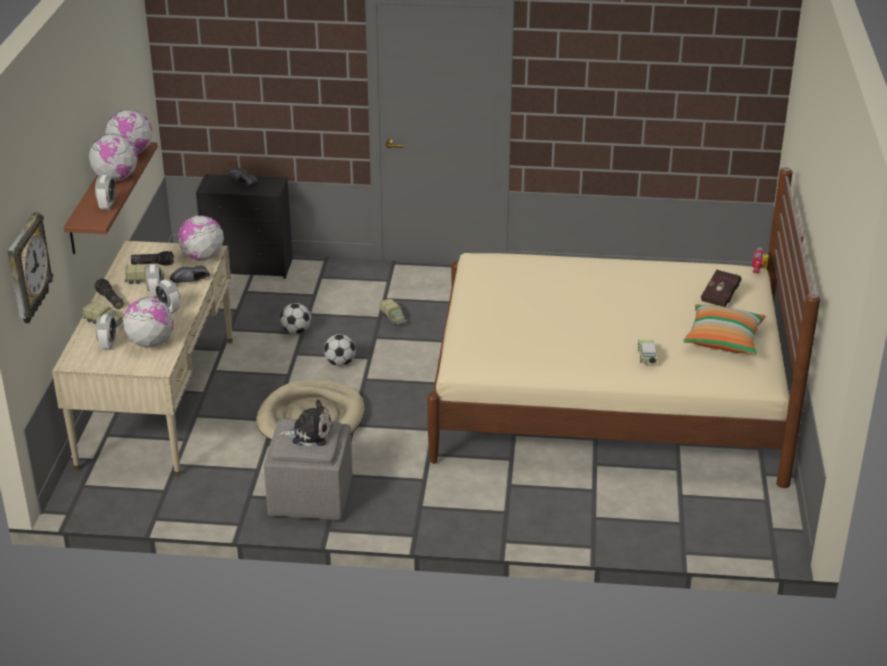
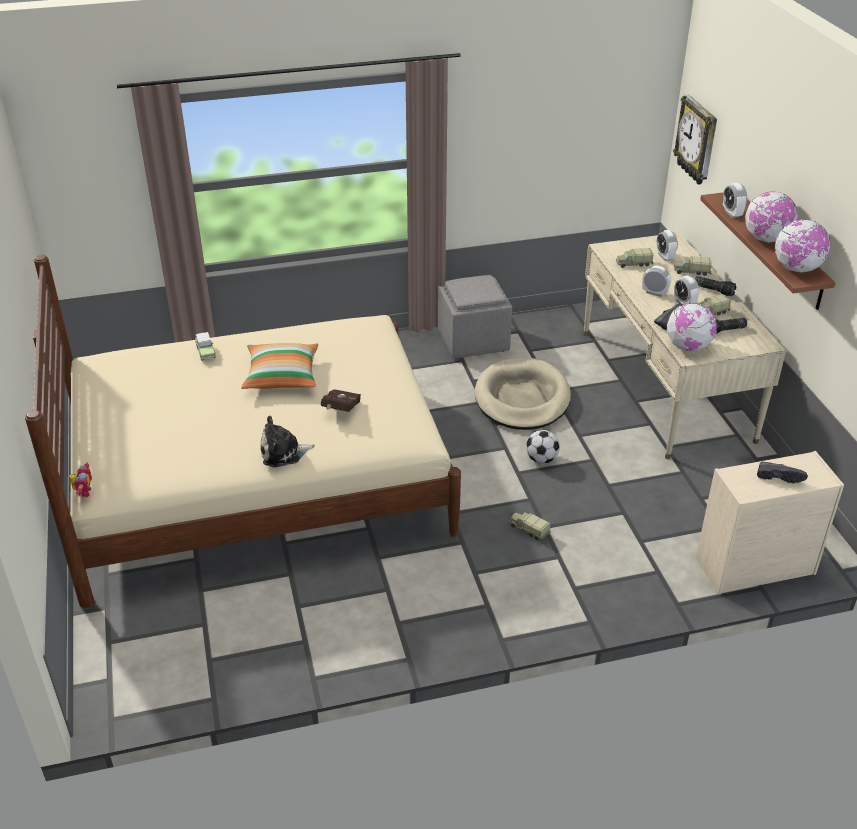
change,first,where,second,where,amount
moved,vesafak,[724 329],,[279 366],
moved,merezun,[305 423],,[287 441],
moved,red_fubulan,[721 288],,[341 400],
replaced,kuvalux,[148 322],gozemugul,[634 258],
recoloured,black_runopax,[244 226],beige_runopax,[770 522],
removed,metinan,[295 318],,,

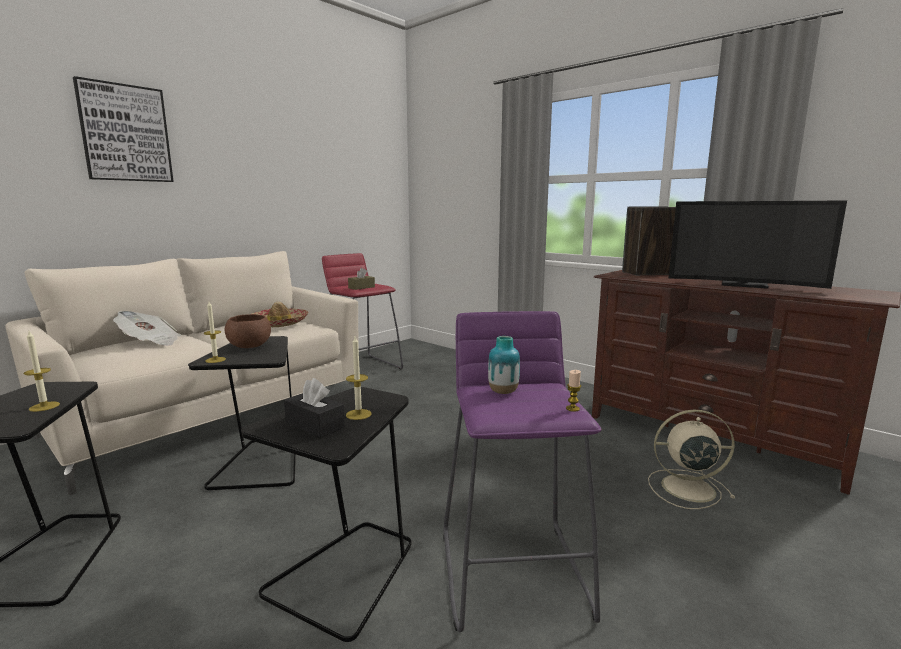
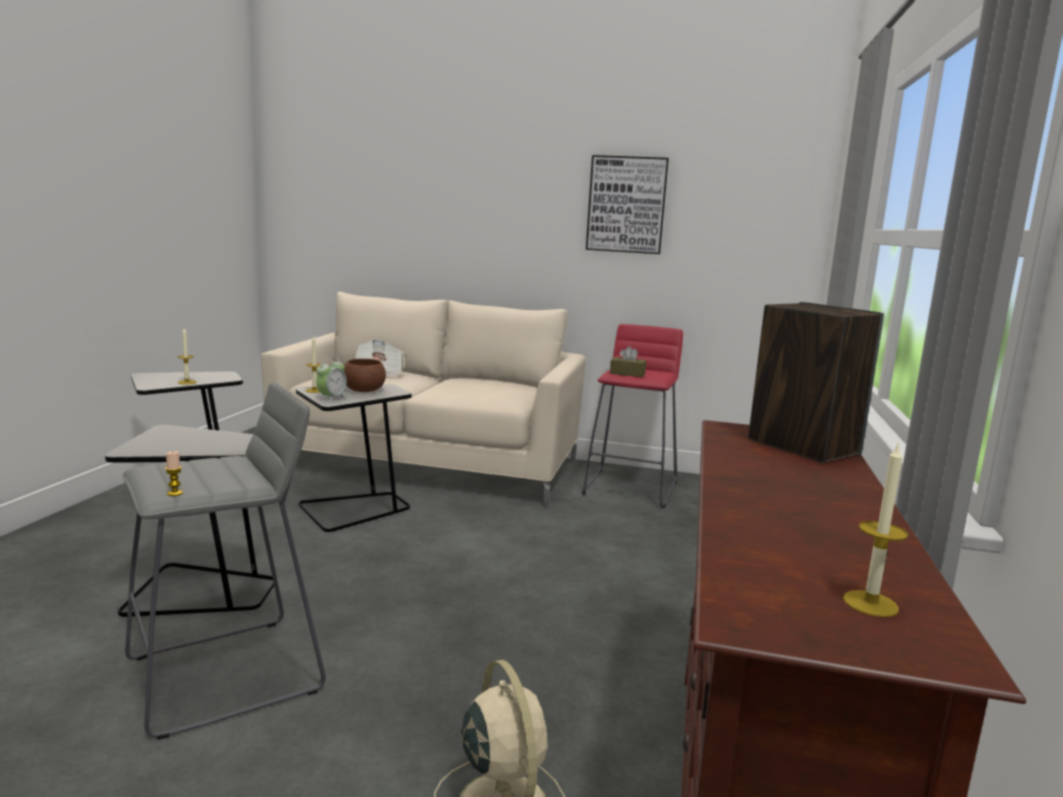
change,first,where,second,where,amount
recoloured,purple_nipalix,[522 471],grey_nipalix,[224 561],
added,,,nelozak,[331 380],
moved,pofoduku,[123 129],,[627 204],
moved,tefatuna,[358 378],,[875 530],
removed,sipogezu,[280 314],,,
removed,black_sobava,[314 408],,,
removed,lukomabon,[504 365],,,
removed,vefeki,[757 244],,,

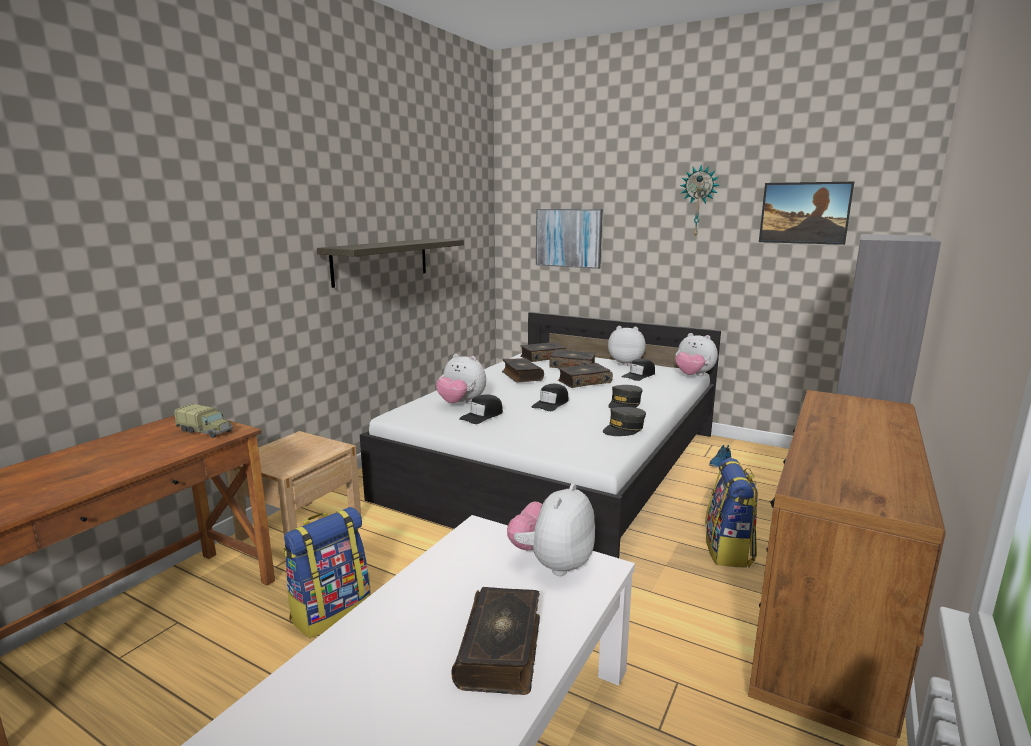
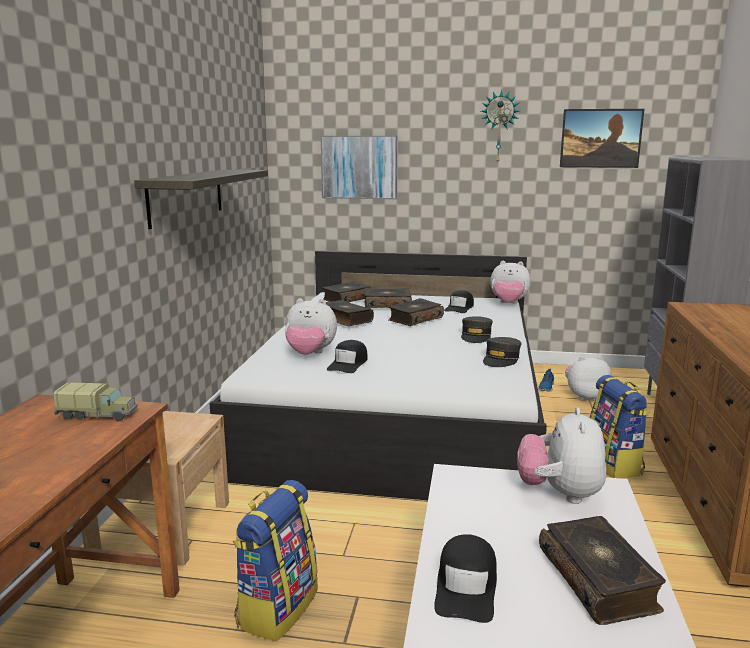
change,first,where,second,where,amount
moved,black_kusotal,[550 397],,[465 578],
moved,merezun,[627 346],,[588 378],

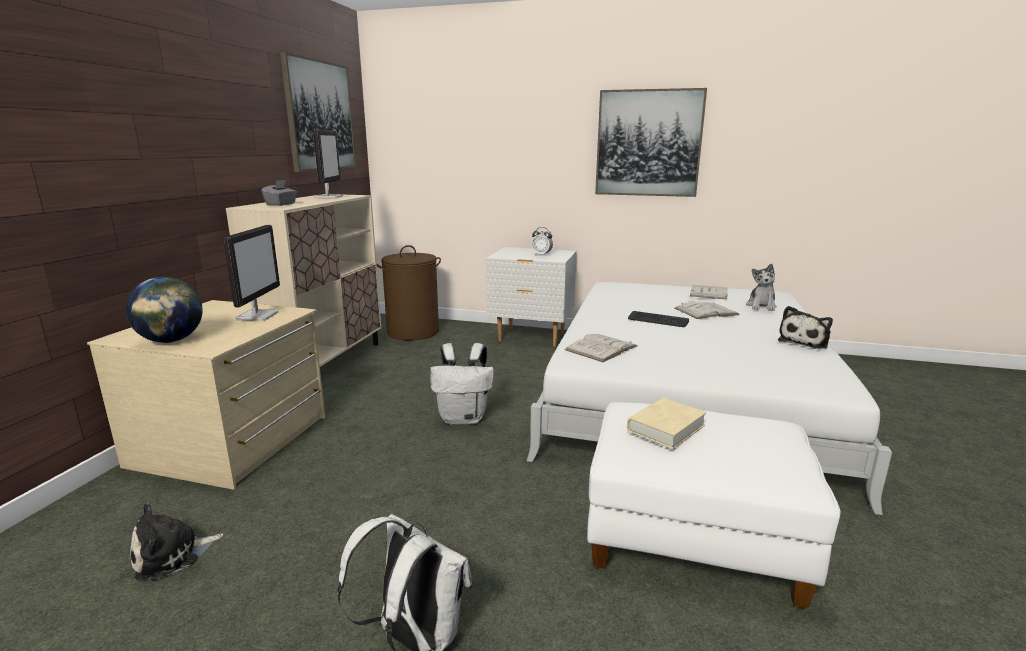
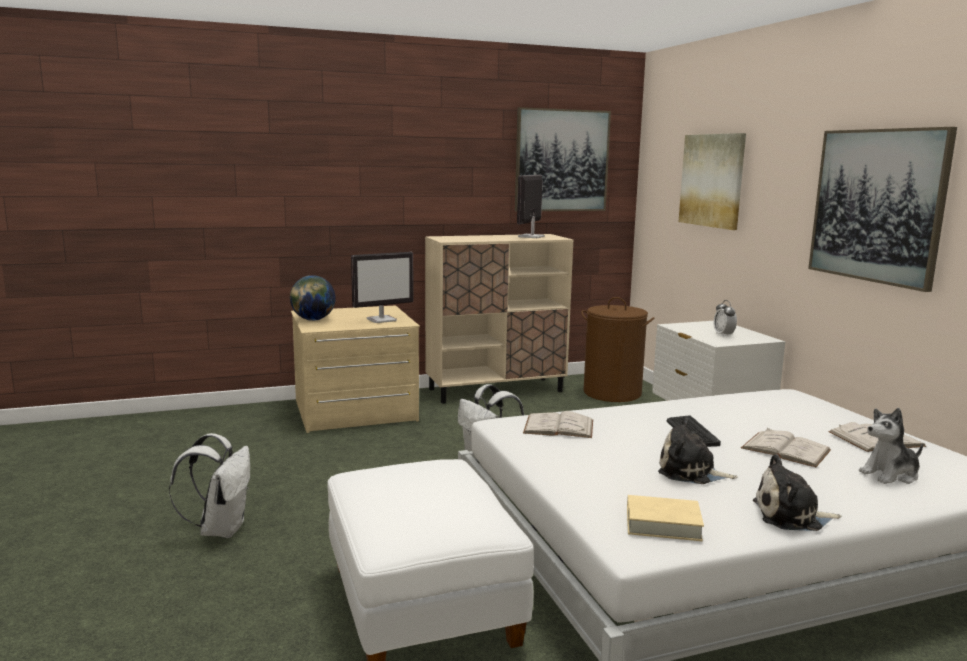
change,first,where,second,where,amount
turned,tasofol,[328 163],,[531 206],150 degrees clockwise
moved,beige_fubulan,[666 423],,[665 518],
moved,merezun,[176 541],,[698 451],
added,,,pofoduku,[712 181],
removed,grey_sobava,[279 193],,,

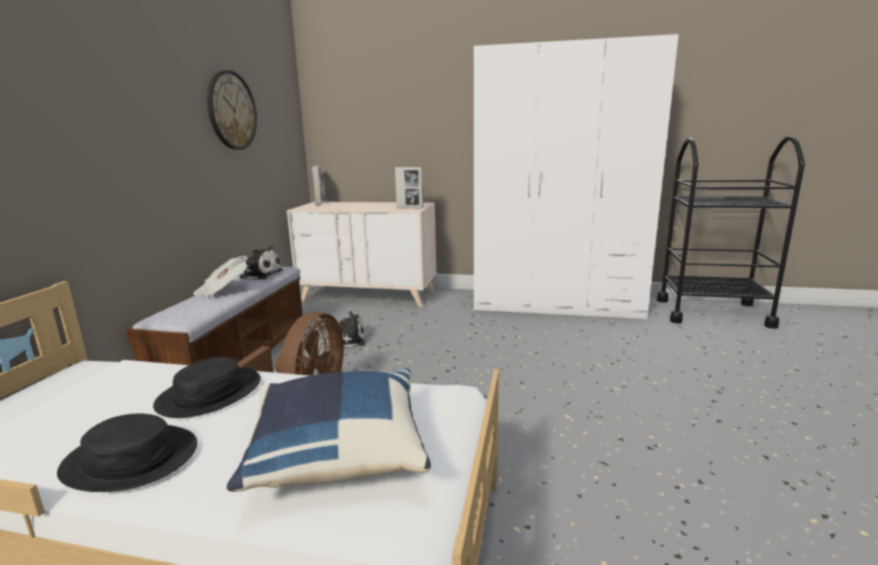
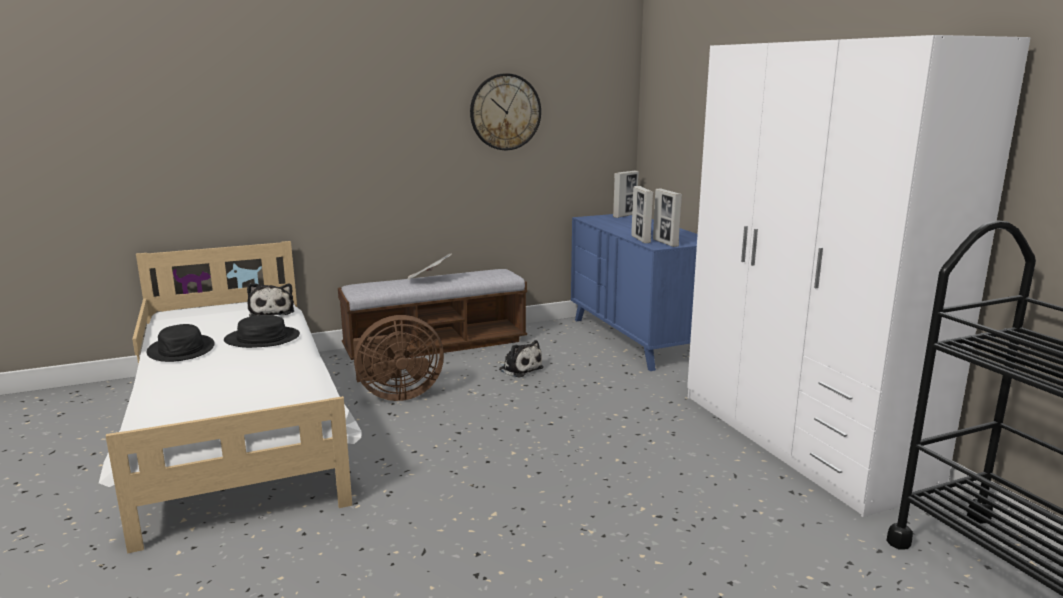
change,first,where,second,where,amount
moved,merezun,[261 263],,[270 300],
recoloured,beige_runopax,[361 254],blue_runopax,[634 292],
added,,,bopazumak,[642 214],
removed,blue_vesafak,[329 430],,,

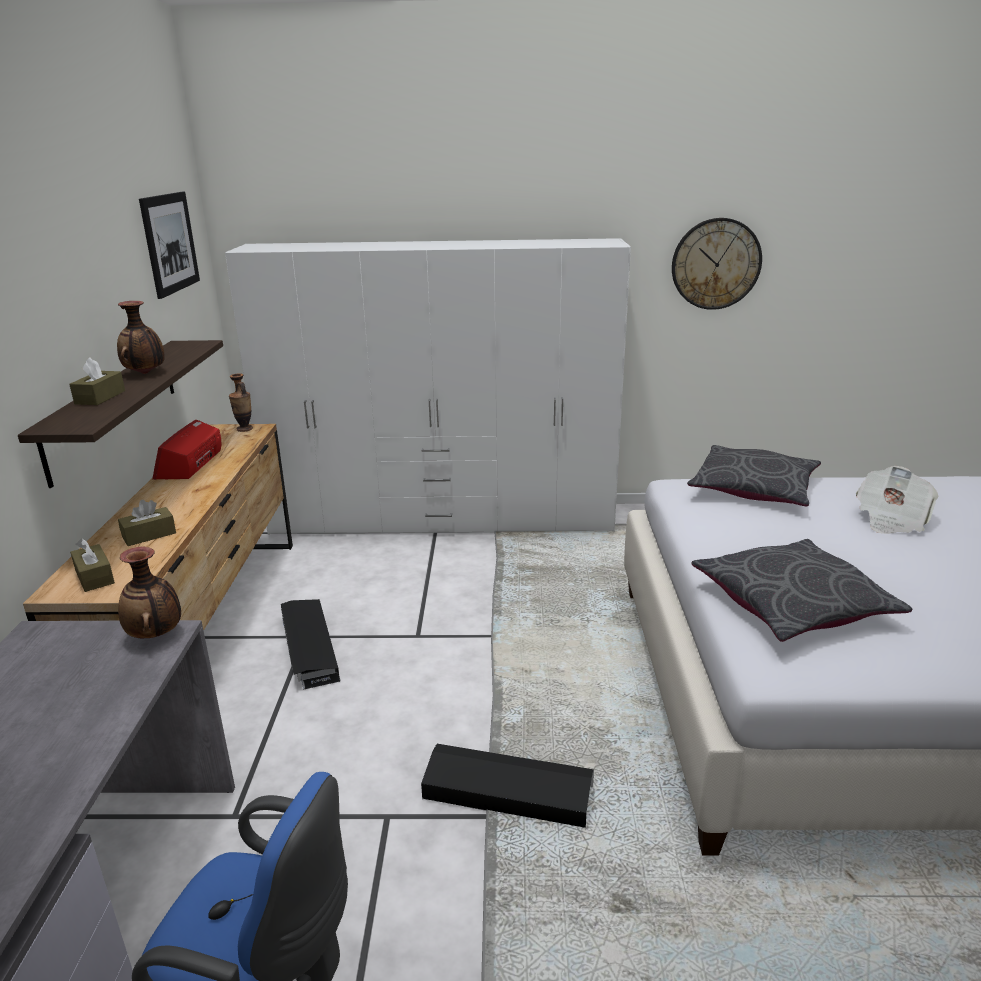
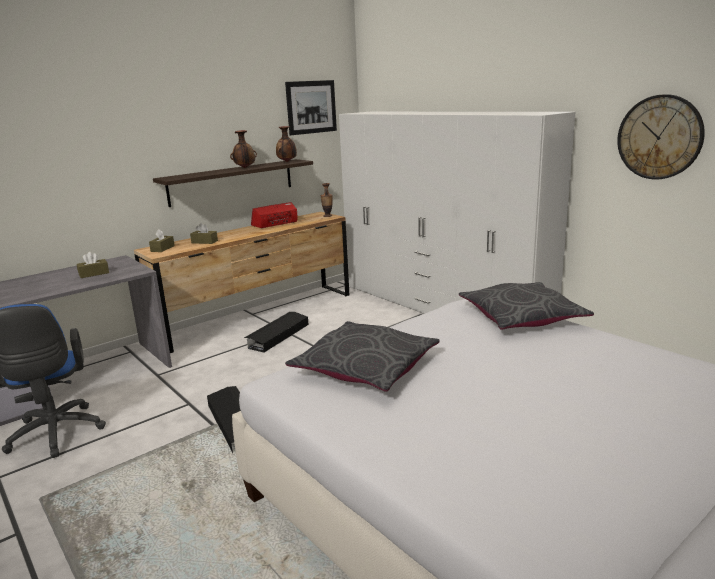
change,first,where,second,where,amount
moved,brown_sobava,[97 381],,[93 265],
moved,lukomabon,[149 592],,[286 144],
removed,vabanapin,[897 500],,,

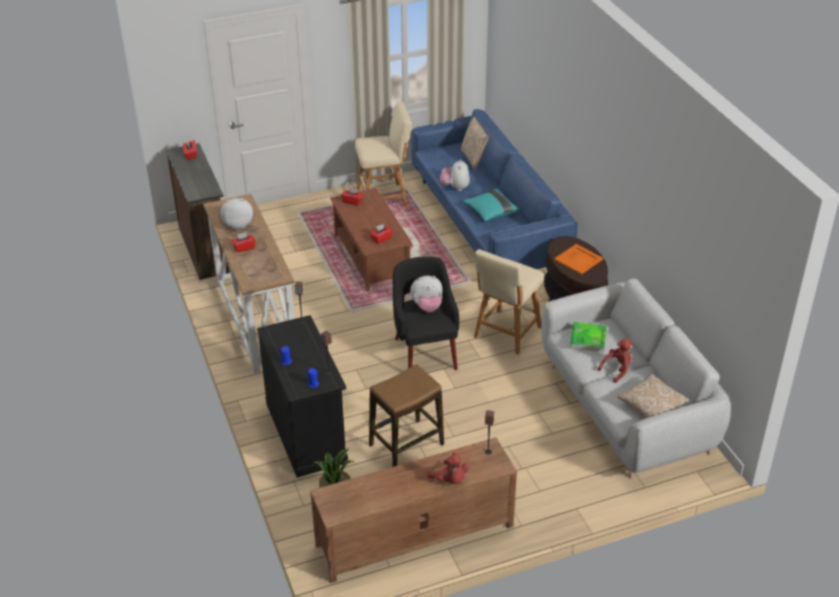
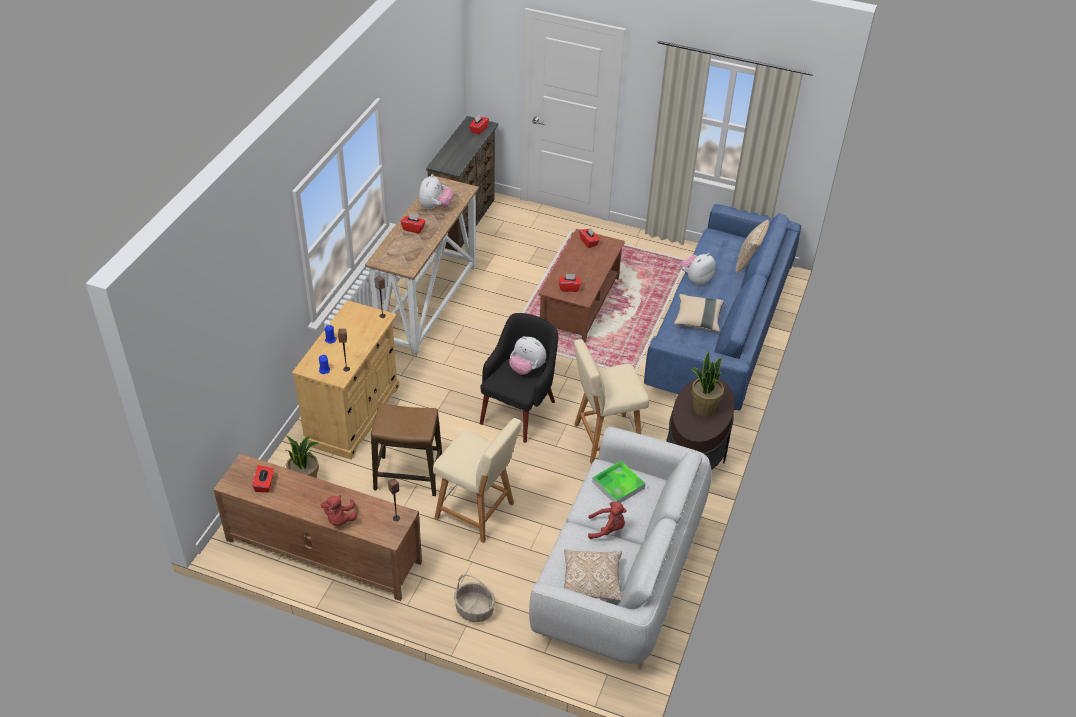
change,first,where,second,where,amount
added,,,red_sobava,[263 478],
recoloured,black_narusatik,[302 396],beige_narusatik,[345 379],
turned,merezun,[237 213],,[436 192],75 degrees clockwise
moved,beige_nipalix,[383 154],,[477 480],
added,,,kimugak,[474 598],
recoloured,turquoise_vesafak,[491 205],beige_vesafak,[699 313],
replaced,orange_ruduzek,[578 259],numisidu,[707 384],

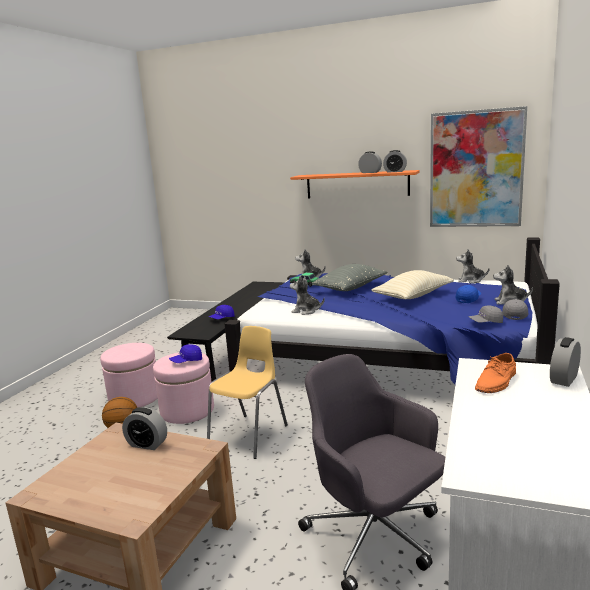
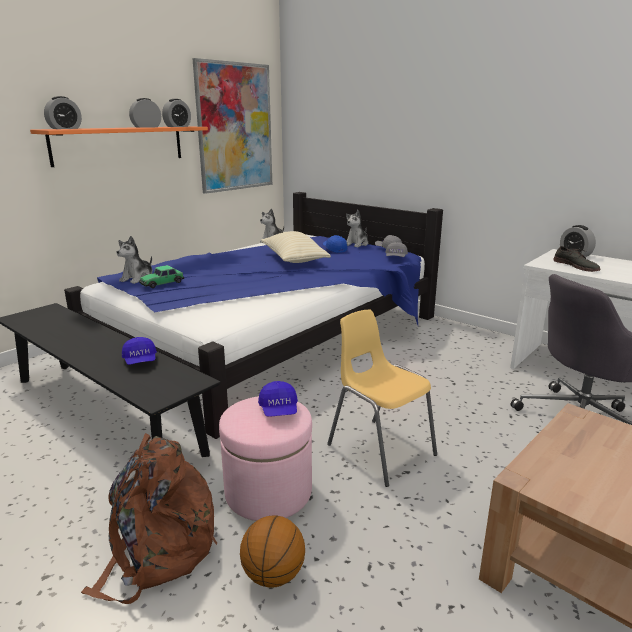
change,first,where,second,where,amount
moved,nelozak,[144 428],,[63 112],
replaced,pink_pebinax,[128 375],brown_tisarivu,[149 518],
recoloured,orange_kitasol,[495 373],grey_kitasol,[577 259],
removed,merezun,[307 295],,,
removed,grey_vesafak,[349 277],,,

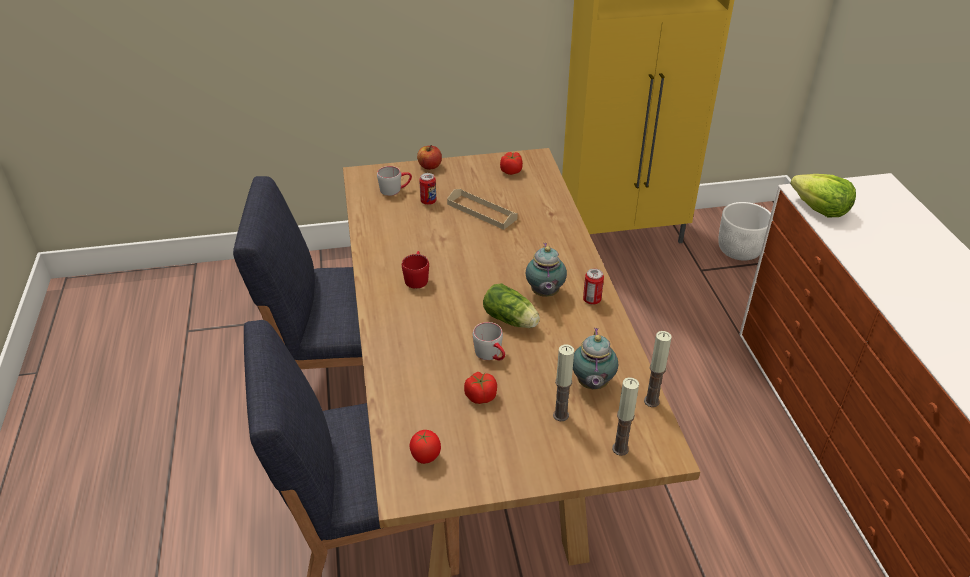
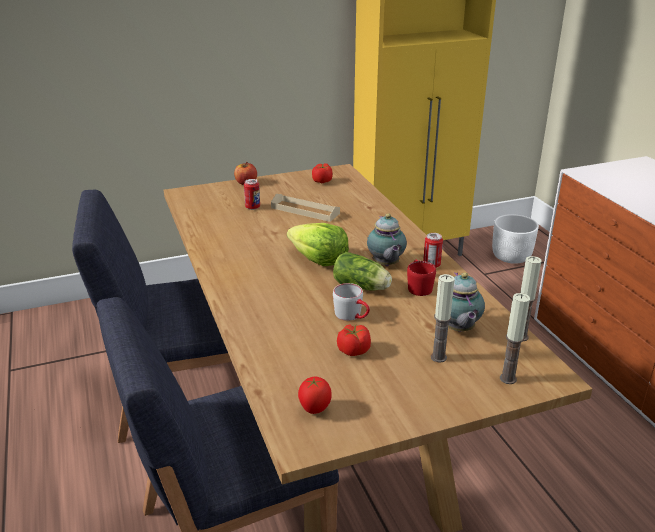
change,first,where,second,where,amount
moved,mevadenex,[823 195],,[318 244],
moved,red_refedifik,[415 270],,[421 277],
removed,grey_refedifik,[394 181],,,

